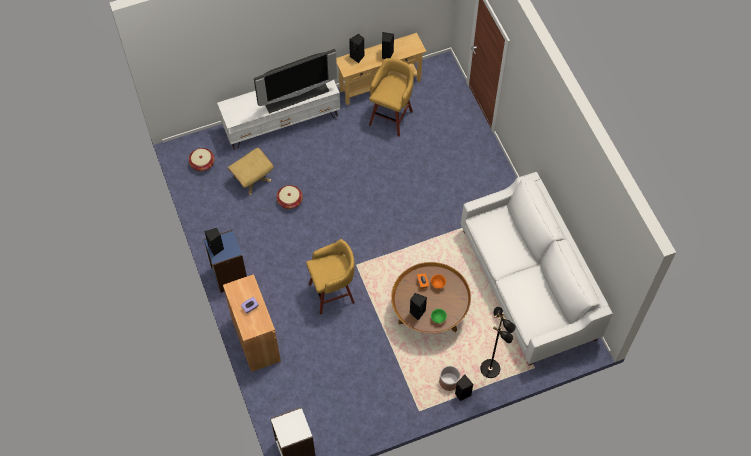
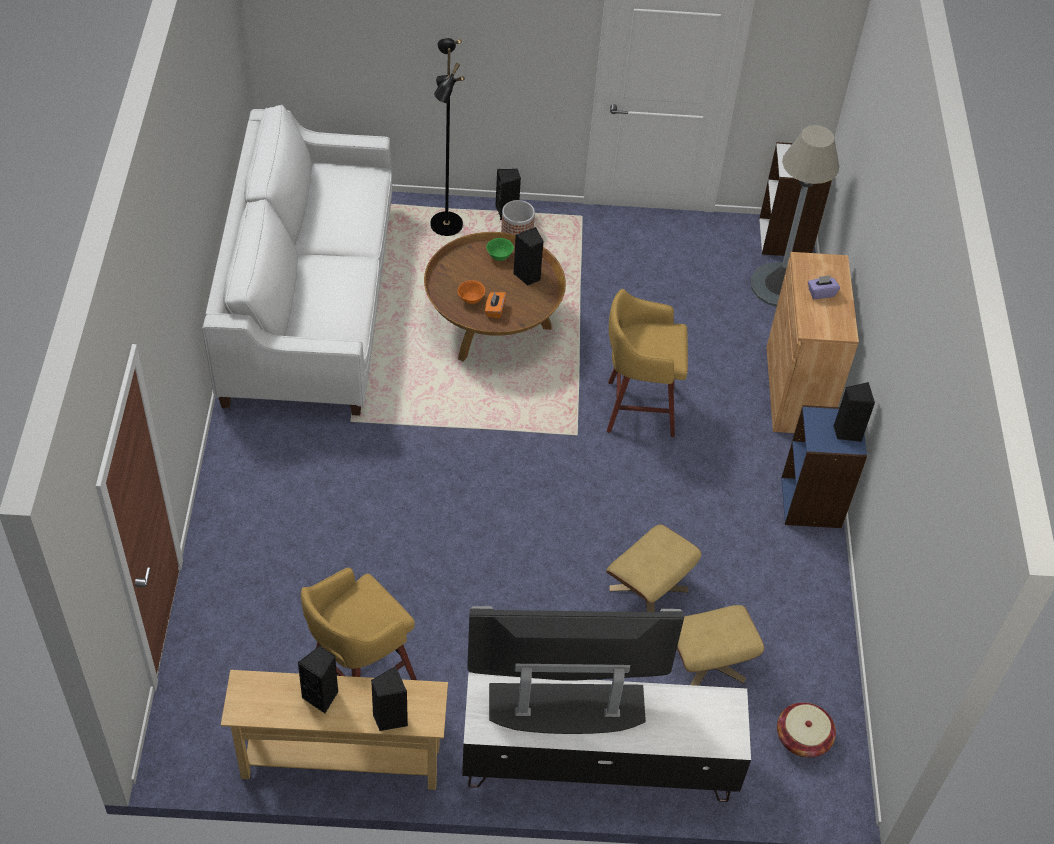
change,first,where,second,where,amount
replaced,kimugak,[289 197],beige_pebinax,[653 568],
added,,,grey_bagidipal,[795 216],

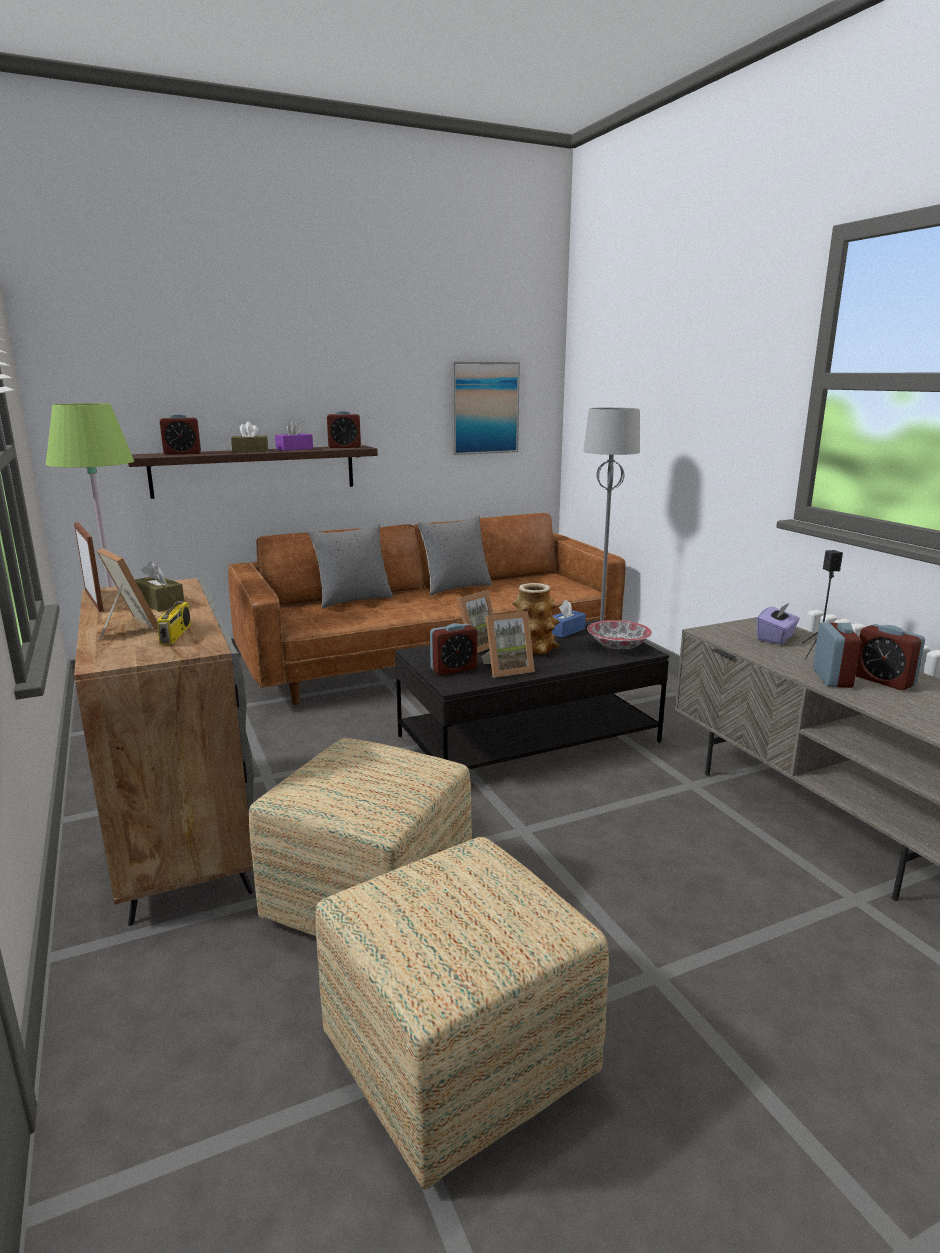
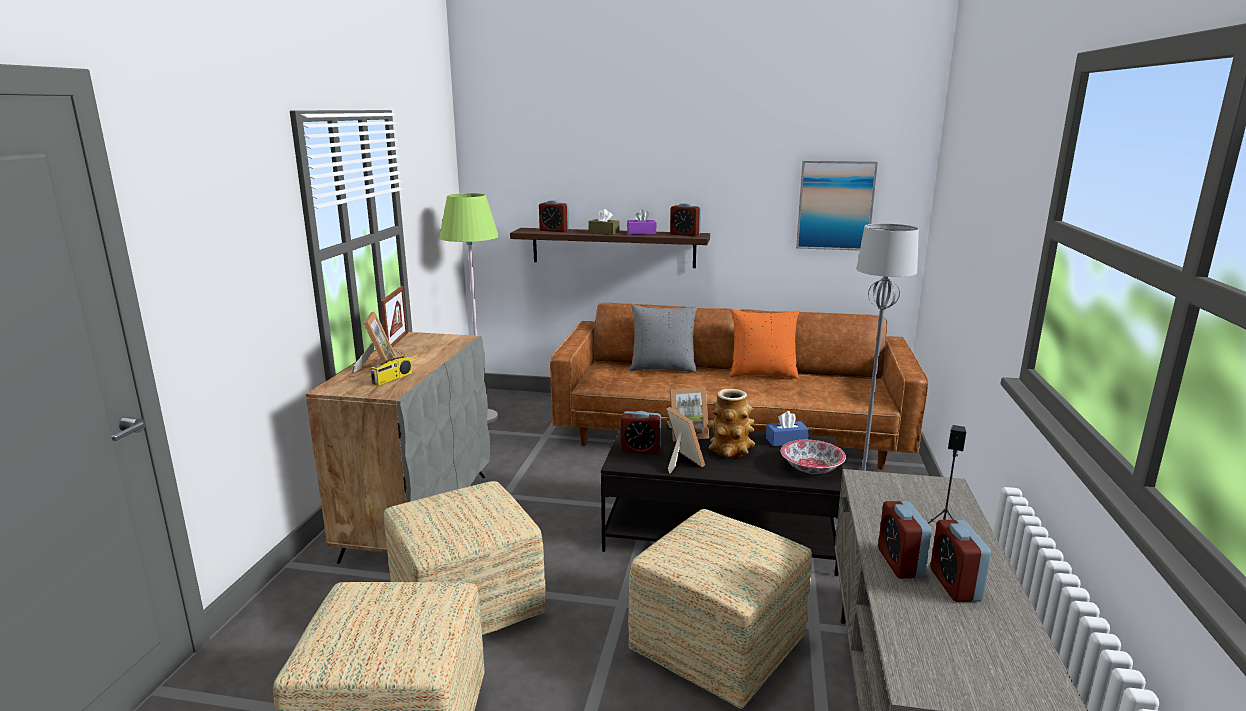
change,first,where,second,where,amount
added,,,pebinax,[720 609],
turned,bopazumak,[508 644],,[685 440],135 degrees counterclockwise
recoloured,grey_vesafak,[454 555],orange_vesafak,[764 344],
turned,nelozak,[837 655],,[905 540],135 degrees clockwise
removed,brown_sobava,[159 586],,,
removed,purple_sobava,[778 624],,,

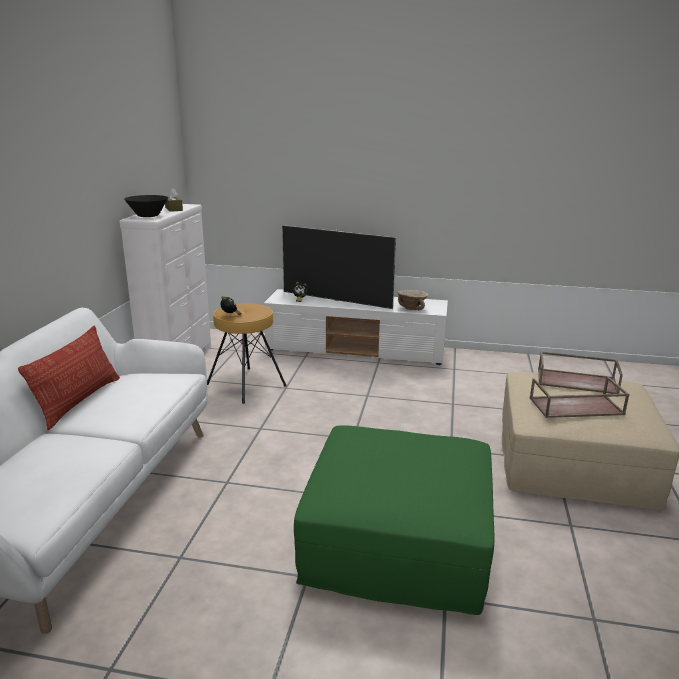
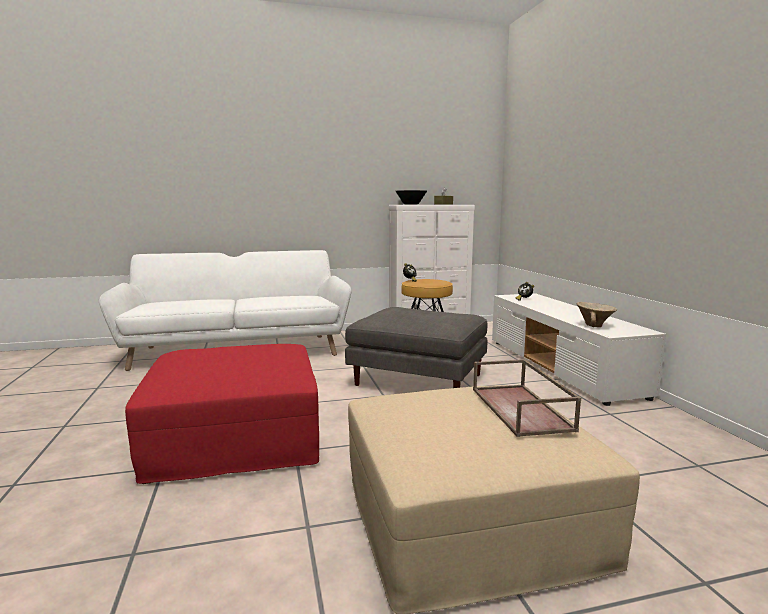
change,first,where,second,where,amount
recoloured,green_pebinax,[394 520],red_pebinax,[222 414],
added,,,grey_pebinax,[416 347],
removed,vesafak,[69 378],,,
removed,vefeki,[339 267],,,
removed,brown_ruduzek,[580 397],,,

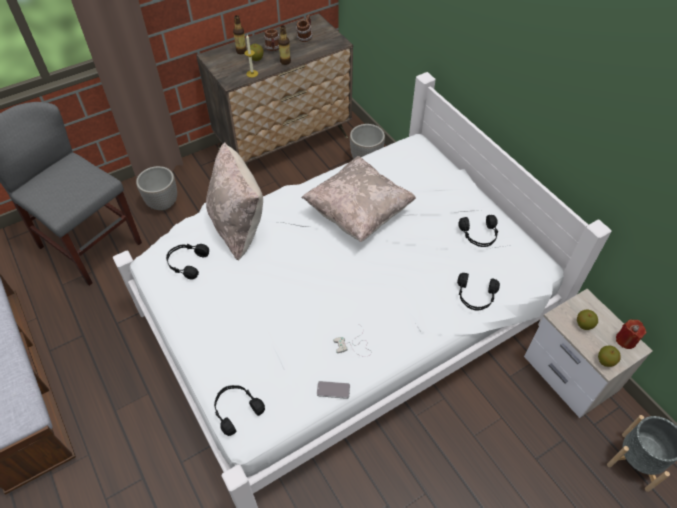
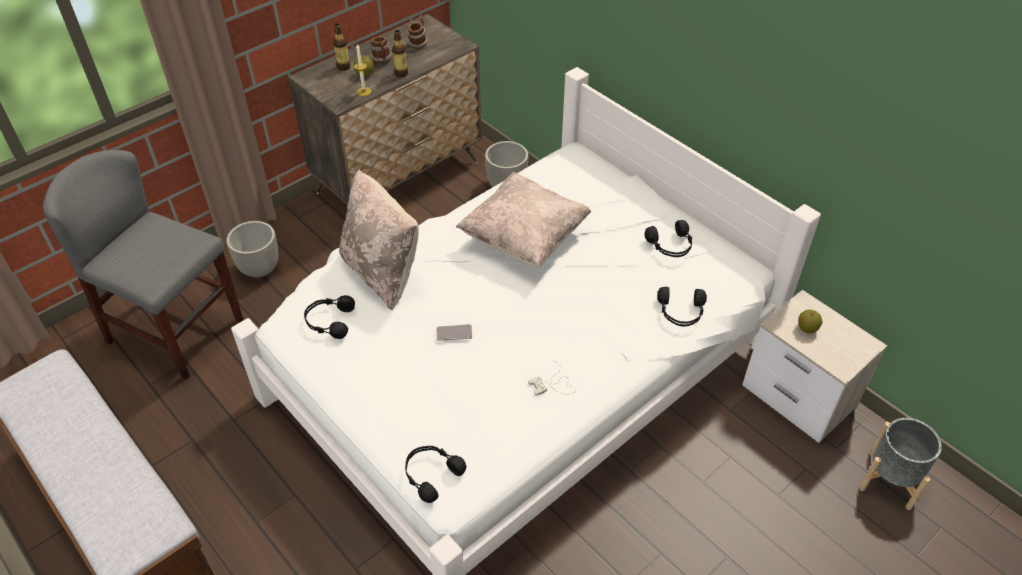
change,first,where,second,where,amount
moved,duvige,[333 390],,[454 332],
removed,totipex,[609 356],,,
removed,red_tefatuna,[631 334],,,

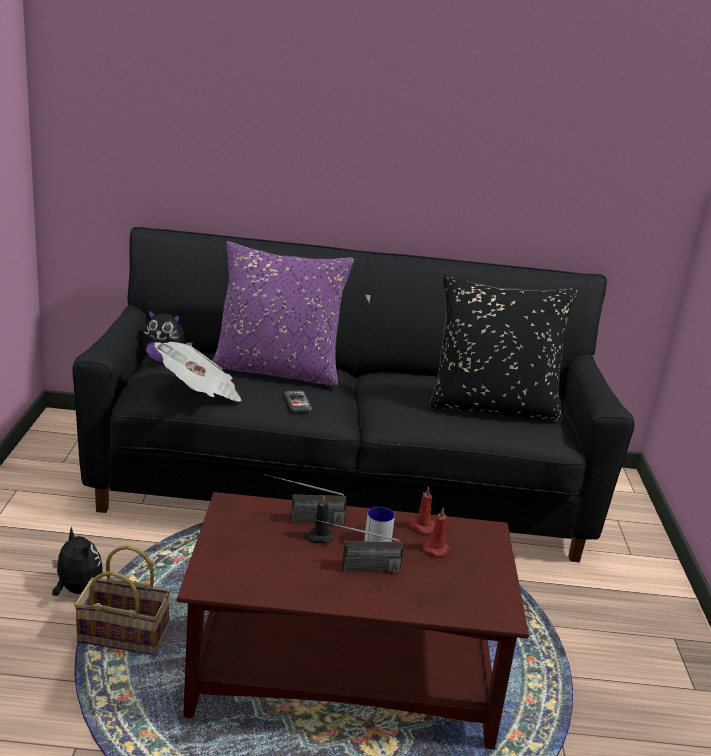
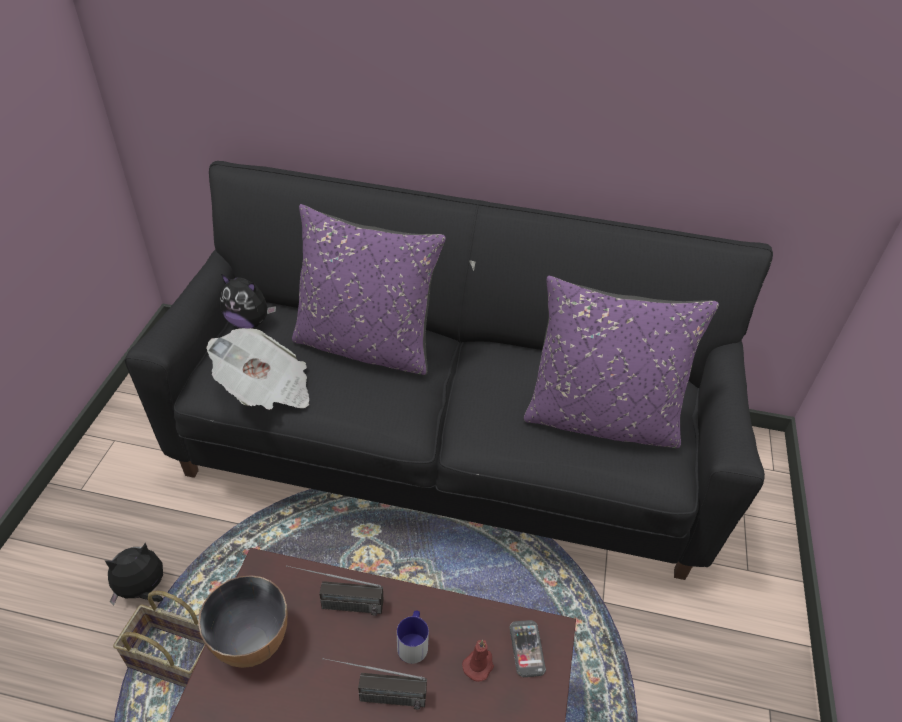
change,first,where,second,where,amount
turned,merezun,[77 561],,[134 573],90 degrees counterclockwise
added,,,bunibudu,[243 621],
moved,duvige,[298 401],,[528 648],
recoloured,black_vesafak,[503 348],purple_vesafak,[621 362],
removed,black_tefatuna,[318 520],,,
removed,red_tefatuna,[422 510],,,

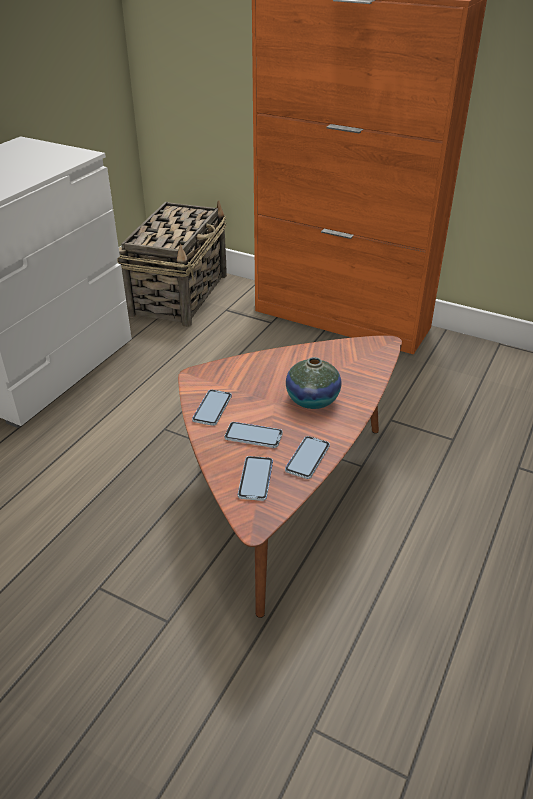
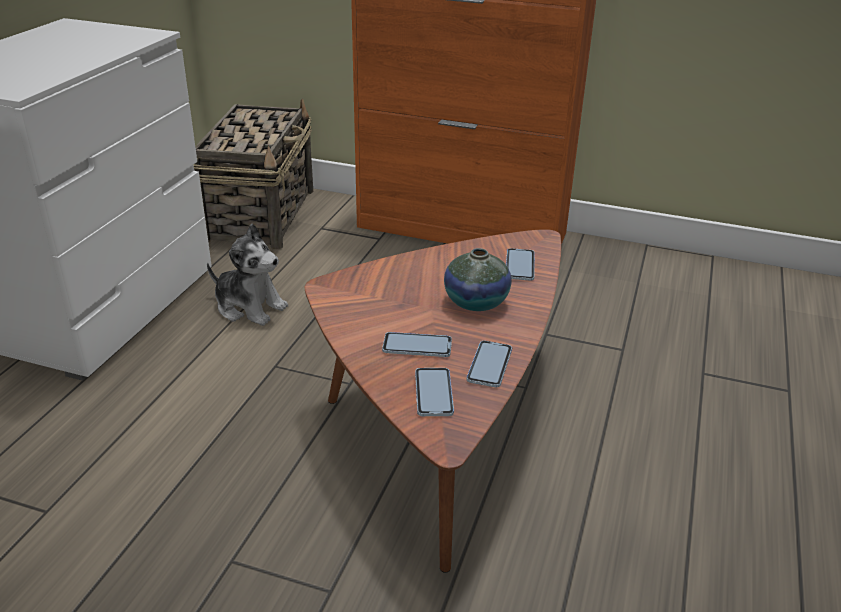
change,first,where,second,where,amount
added,,,merezun,[247 275],
moved,duvige,[212 408],,[520 264],

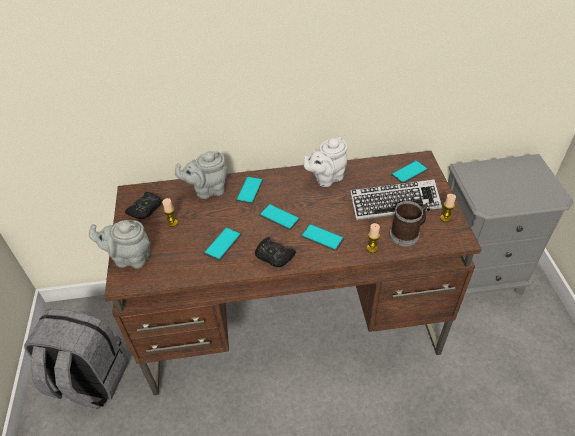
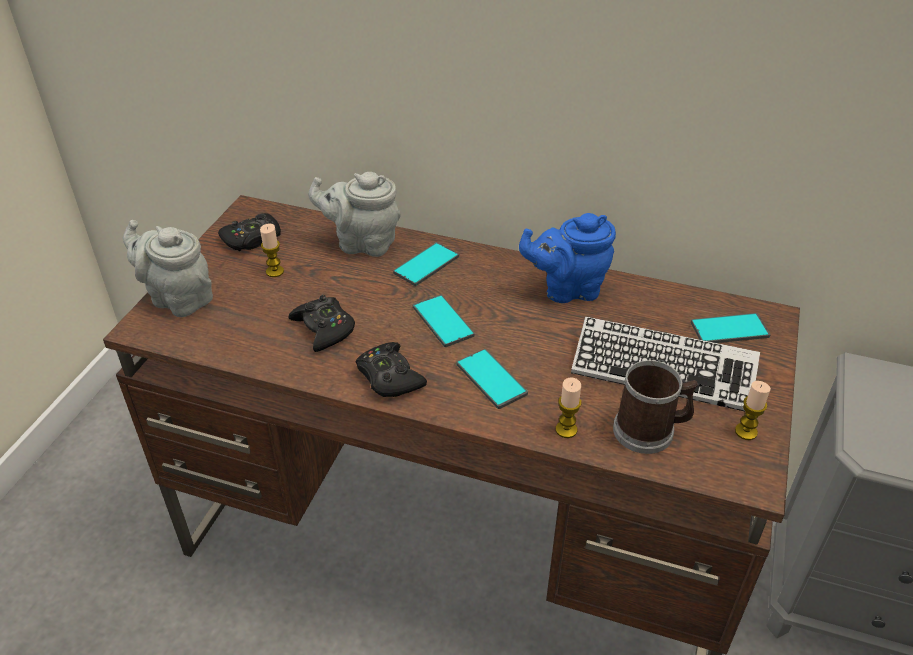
change,first,where,second,where,amount
replaced,duvige,[222 244],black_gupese,[321 323],
recoloured,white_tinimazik,[326 162],blue_tinimazik,[567 258],
removed,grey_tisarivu,[76 359],,,

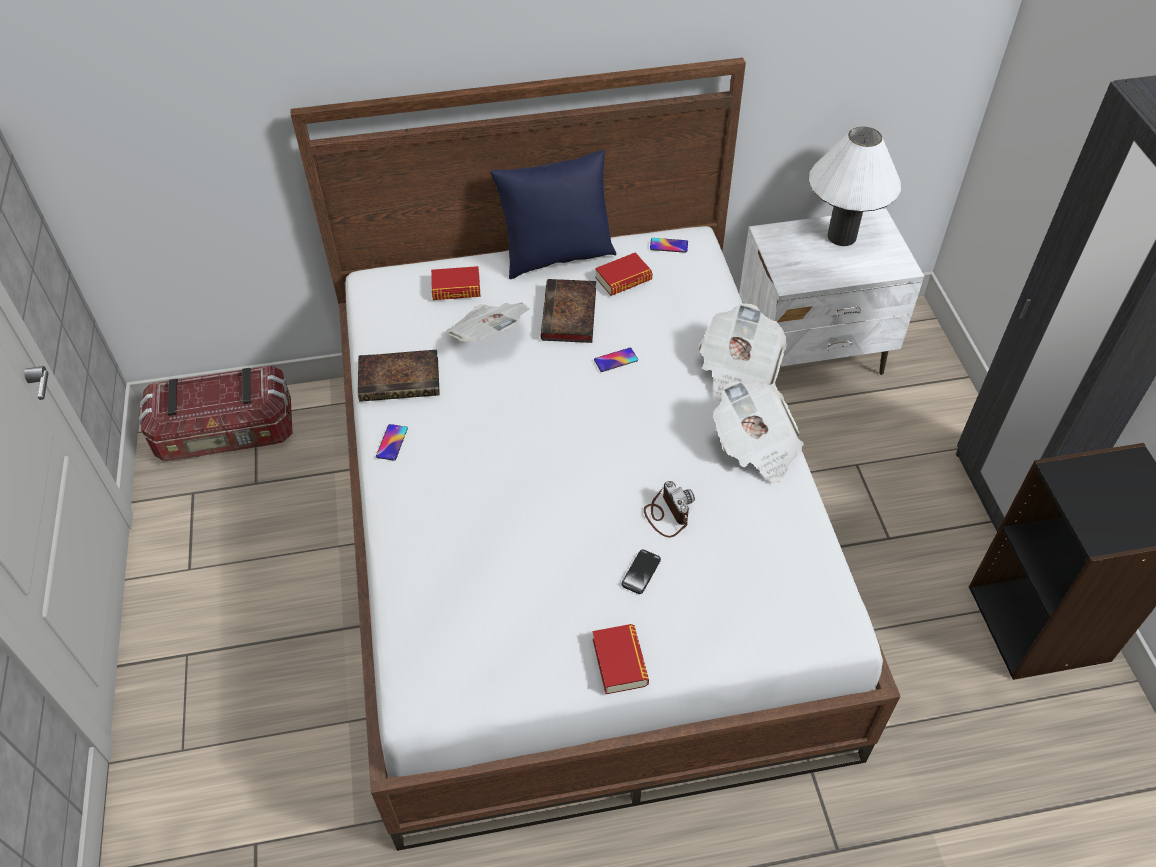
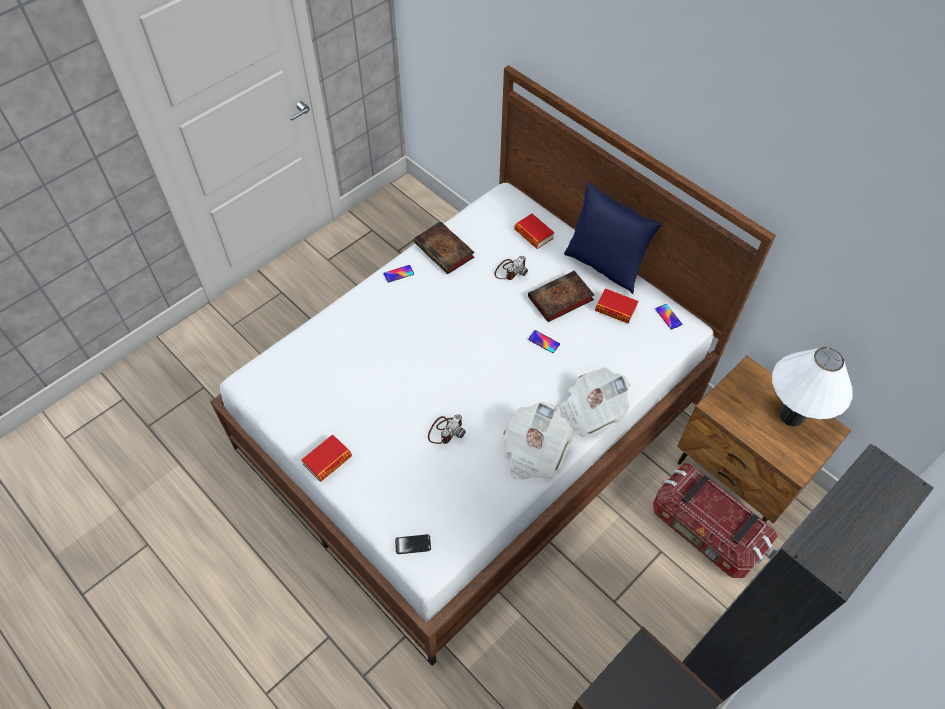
change,first,where,second,where,amount
moved,duvige,[641 572],,[413 544],
replaced,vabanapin,[488 322],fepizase,[511 268],
moved,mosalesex,[216 414],,[715 520],
recoloured,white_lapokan,[831 292],brown_lapokan,[764 439],

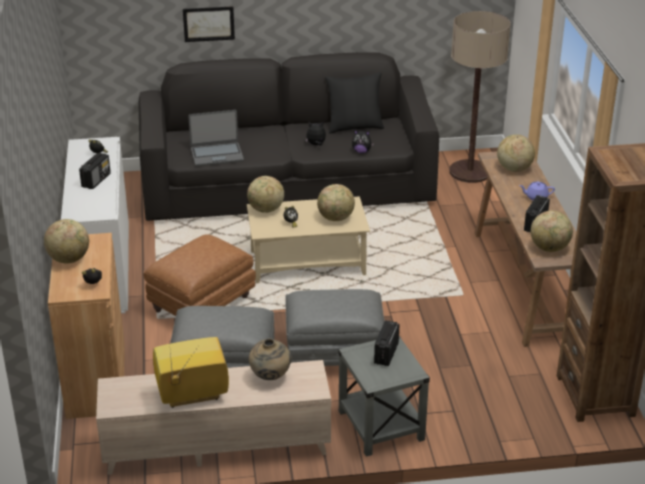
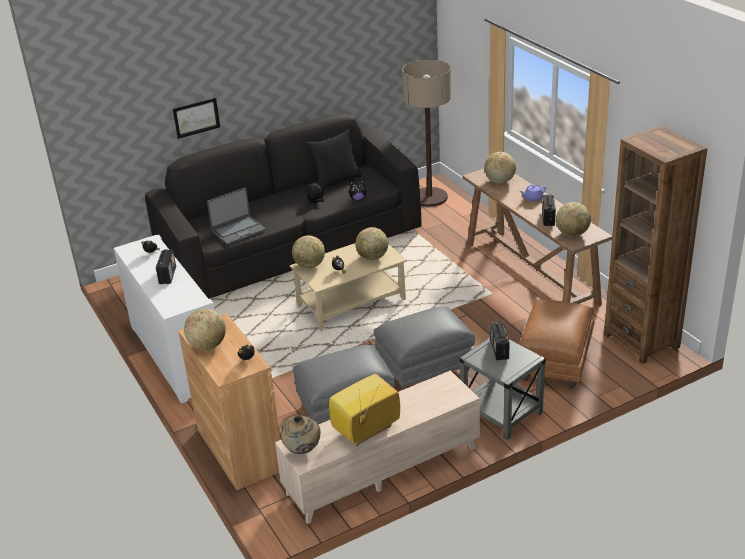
change,first,where,second,where,amount
moved,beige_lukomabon,[270 359],,[301 434],
moved,brown_pebinax,[199 275],,[556 344],

